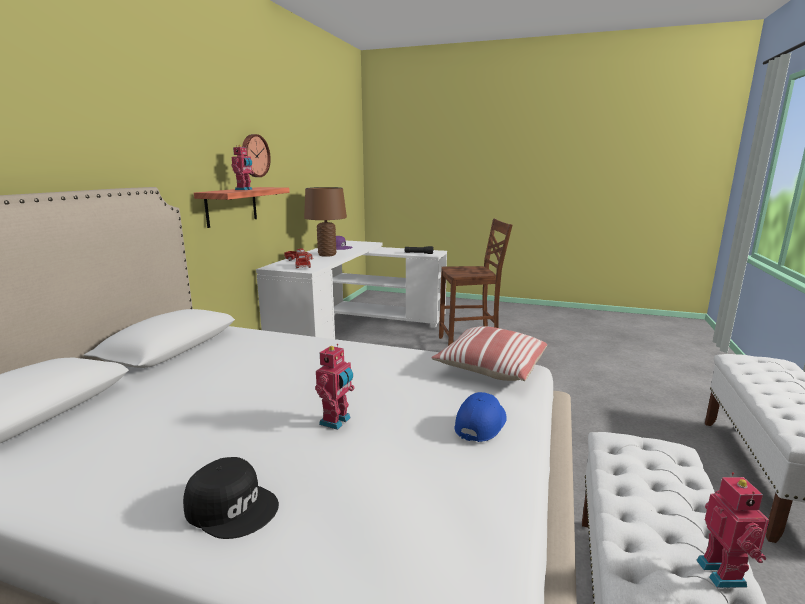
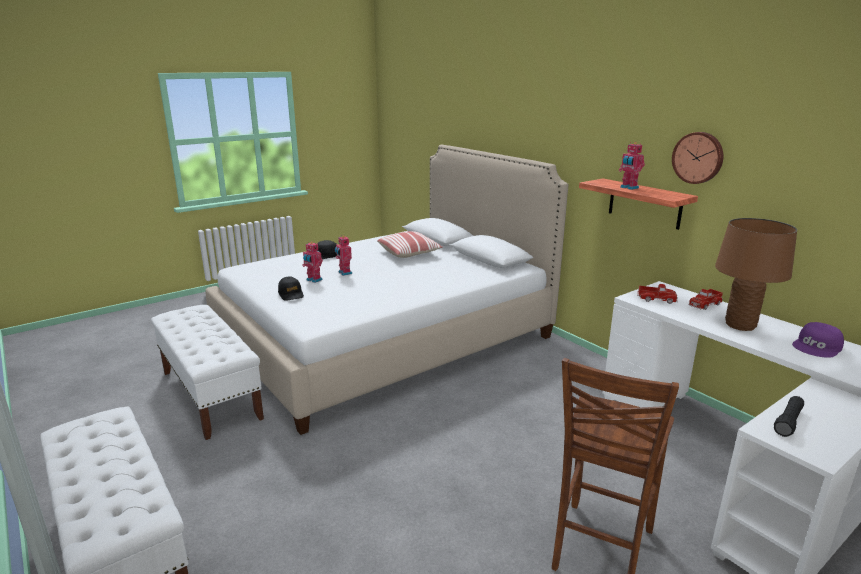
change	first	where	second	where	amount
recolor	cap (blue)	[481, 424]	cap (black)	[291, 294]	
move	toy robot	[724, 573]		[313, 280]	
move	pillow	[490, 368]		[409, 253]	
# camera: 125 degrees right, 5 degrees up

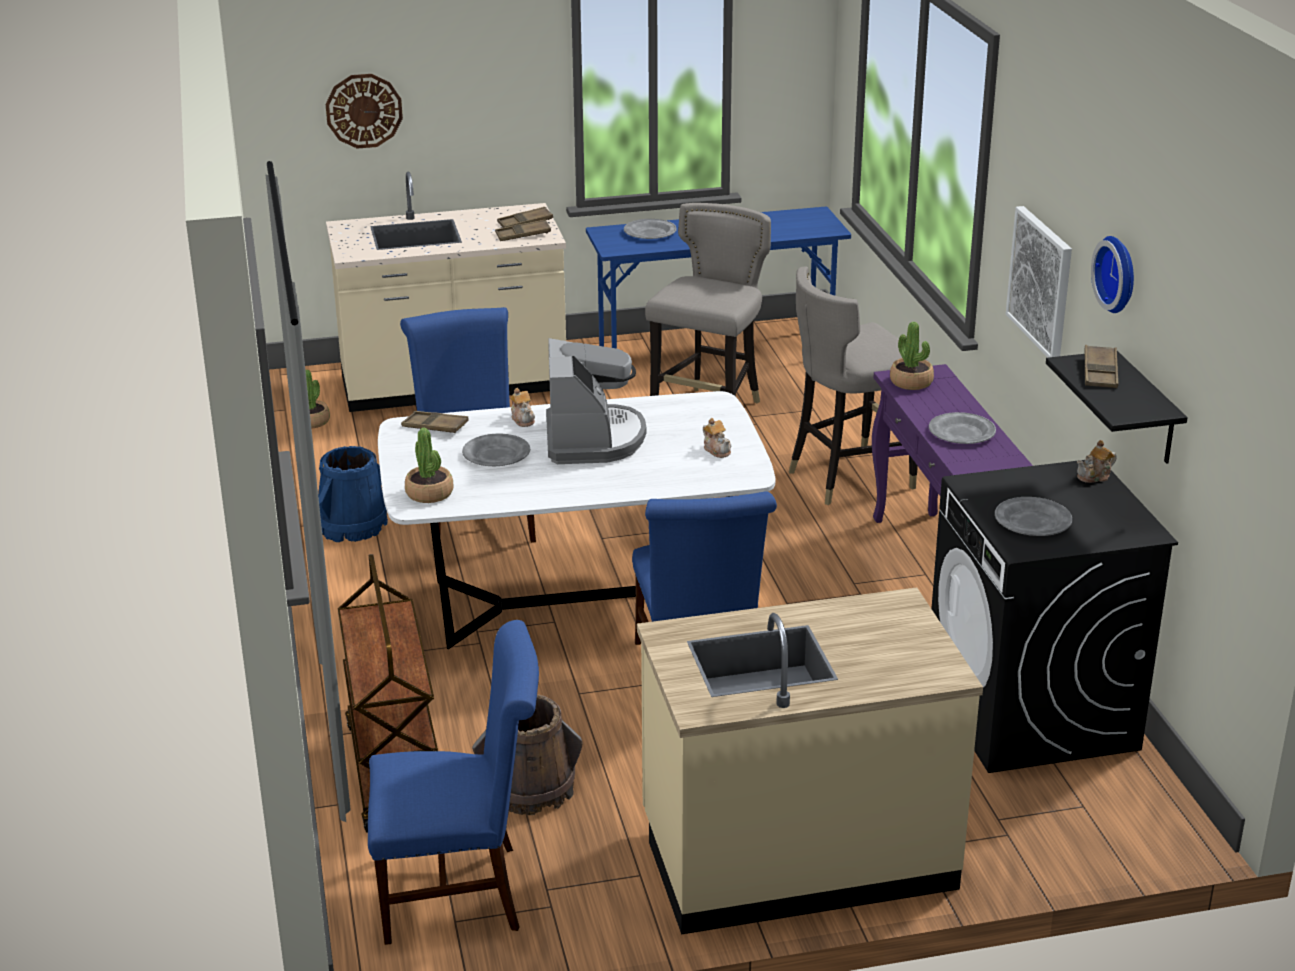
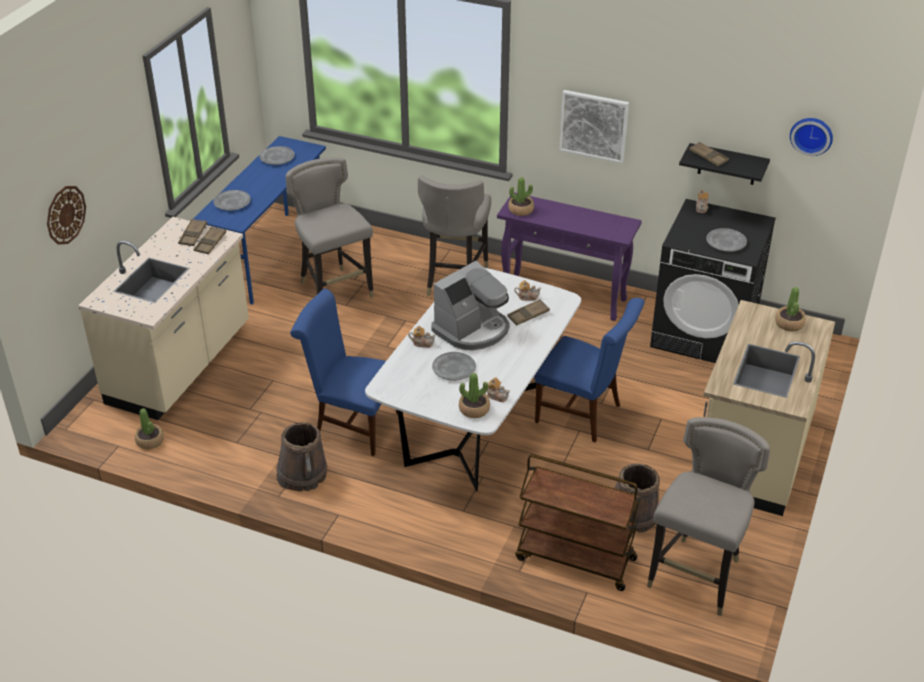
change	first	where	second	where	amount
move	plate (grey)	[962, 433]		[277, 157]	
recolor	bucket (blue)	[351, 525]	bucket (brown)	[302, 474]	
rotate	coffee machine	[593, 439]		[472, 330]	105 degrees clockwise
insert			teapot	[497, 396]	
move	tray (brown)	[435, 426]		[528, 315]	
replace	chair (blue)	[462, 891]	stool (grey)	[697, 575]	
insert			potted plant	[789, 323]	
move	wall clock	[1119, 274]		[811, 135]	
# camera: 55 degrees left, 10 degrees up

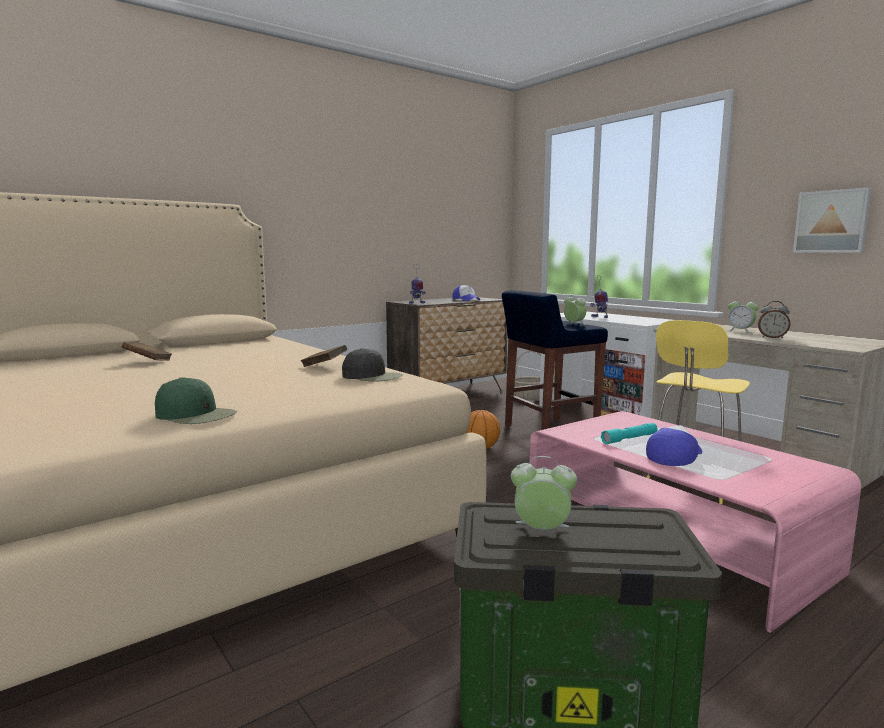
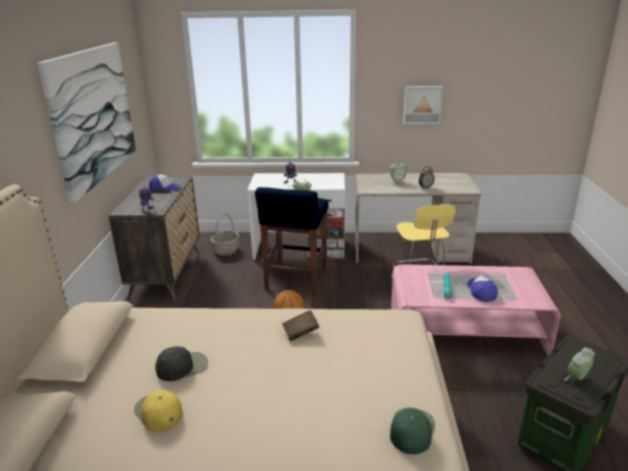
change	first	where	second	where	amount
insert			picture	[93, 115]	
replace	book (brown)	[148, 361]	cap (yellow)	[158, 411]	
move	cap (black)	[372, 376]		[183, 366]	
rotate	cap (green)	[196, 415]		[411, 430]	45 degrees counterclockwise
# camera: 50 degrees left, 15 degrees up

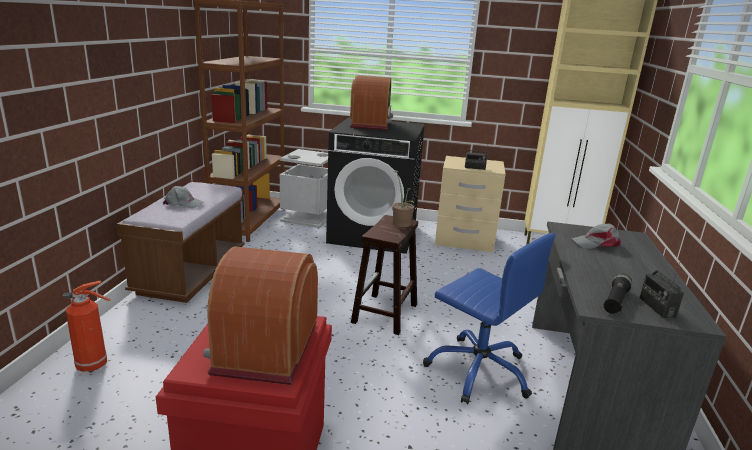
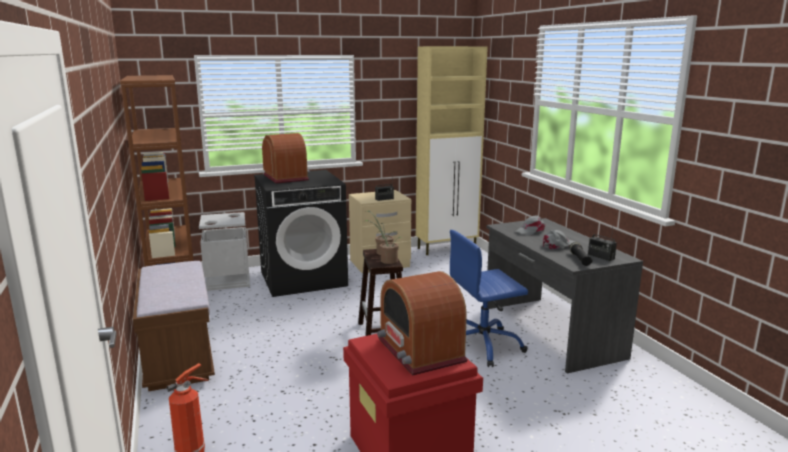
change	first	where	second	where	amount
insert			potted plant	[386, 260]	
rotate	office chair (blue)	[479, 370]		[483, 346]	150 degrees clockwise
move	cap (grey)	[183, 203]		[558, 245]	
# camera: 30 degrees left, 5 degrees down

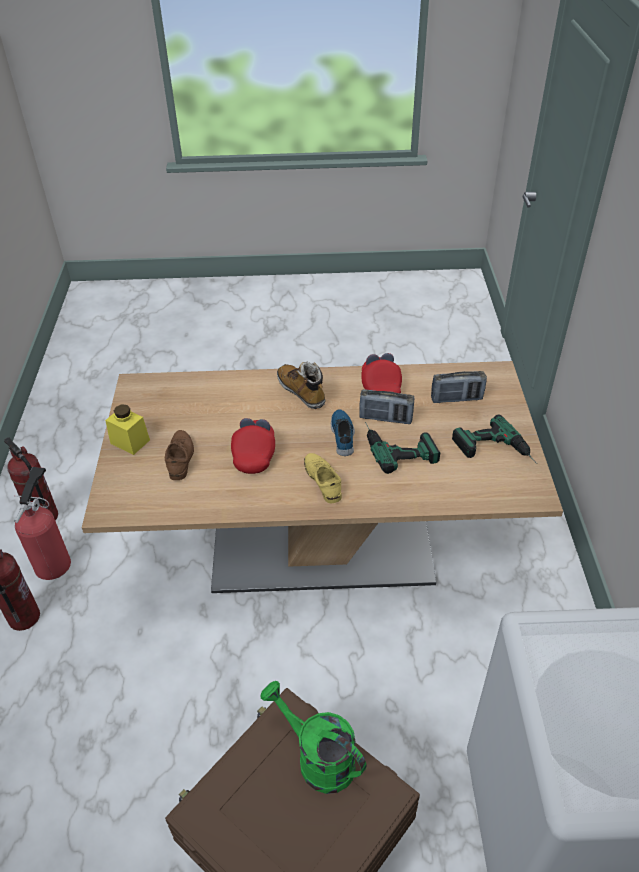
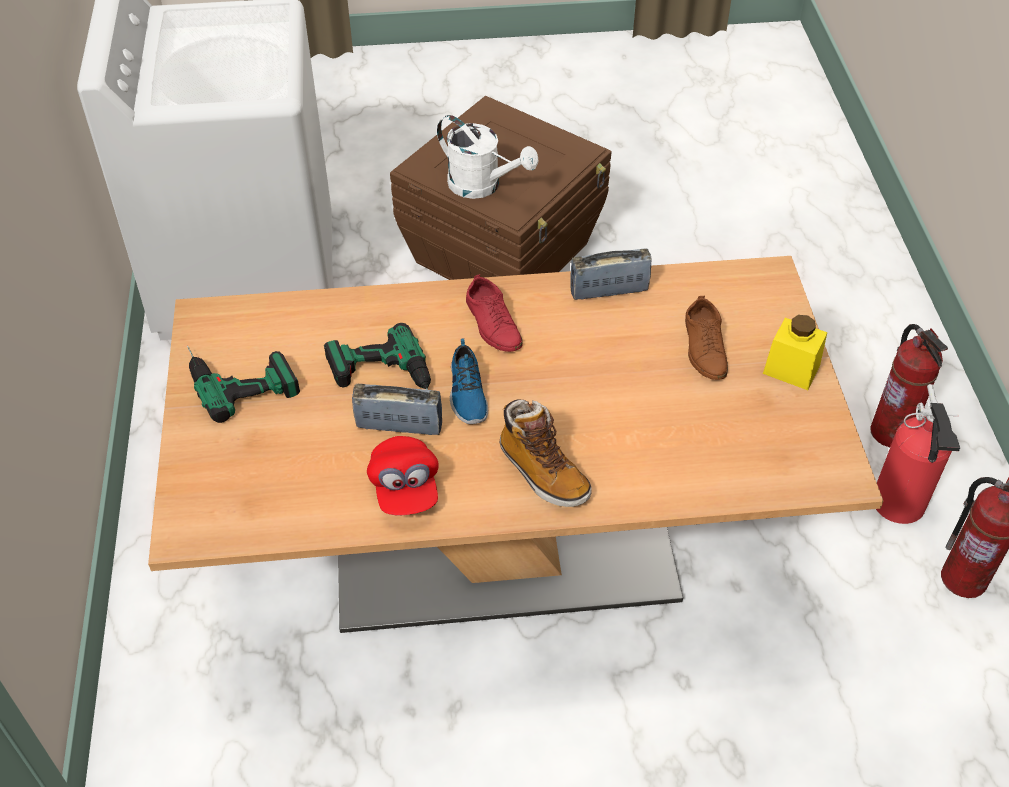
change	first	where	second	where	amount
recolor	watering can (green)	[317, 758]	watering can (white)	[482, 186]	
recolor	shoe (yellow)	[323, 480]	shoe (red)	[493, 324]	
move	radio	[456, 399]		[609, 291]	
delete	cap (red)	[254, 454]			
# camera: 175 degrees right, 5 degrees up

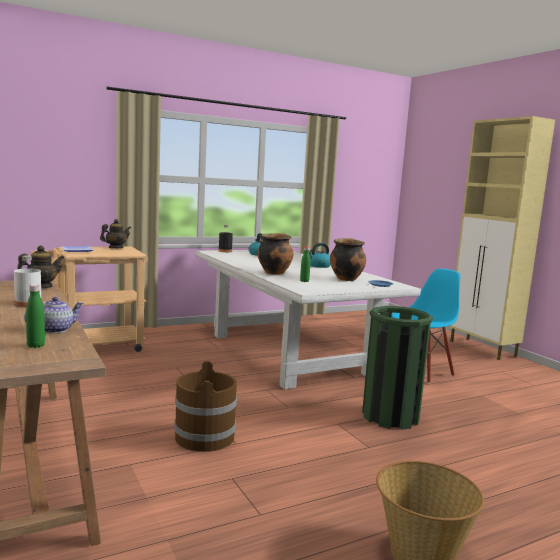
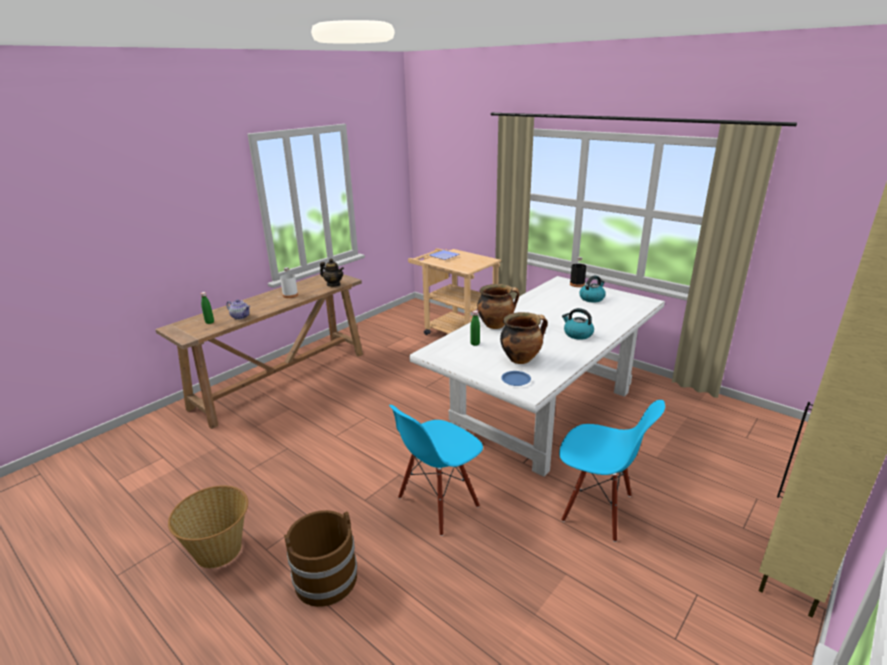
change	first	where	second	where	amount
move	bucket (brown)	[204, 436]		[326, 578]	
replace	trash can (green)	[390, 416]	chair (blue)	[438, 503]	
delete	teapot	[115, 248]			
# camera: 70 degrees right, 15 degrees up

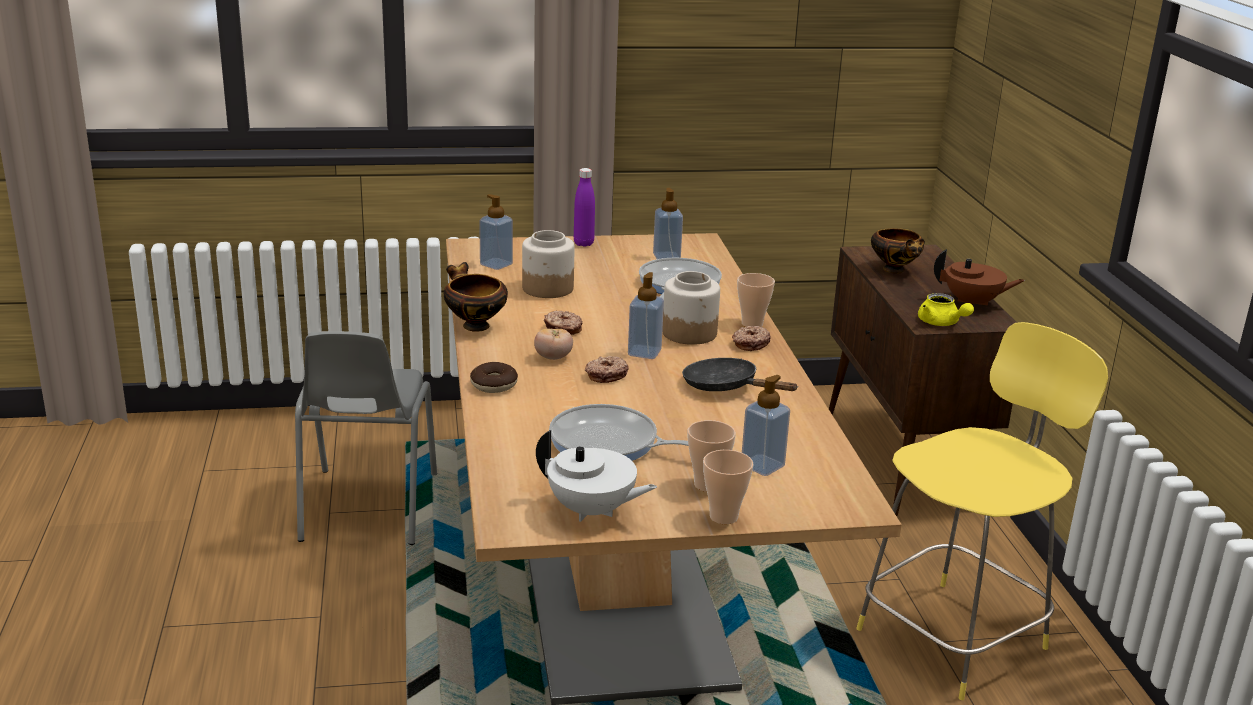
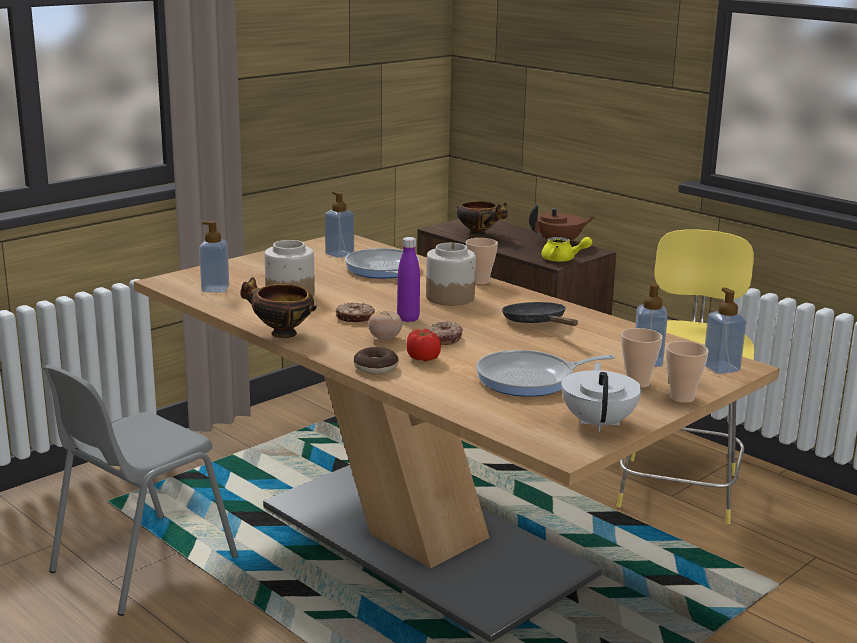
change	first	where	second	where	amount
rotate	chair (grey)	[366, 507]		[141, 564]	75 degrees clockwise
move	bottle (purple)	[583, 243]		[408, 319]	
insert			tomato	[423, 358]	
rotate	frying pan (black)	[726, 387]		[537, 323]	60 degrees clockwise
rotate	teapot (white)	[592, 511]		[599, 423]	75 degrees counterclockwise
move	soap dispenser	[644, 352]		[721, 368]	
delete	donut	[750, 344]			
# camera: 35 degrees left, 5 degrees down

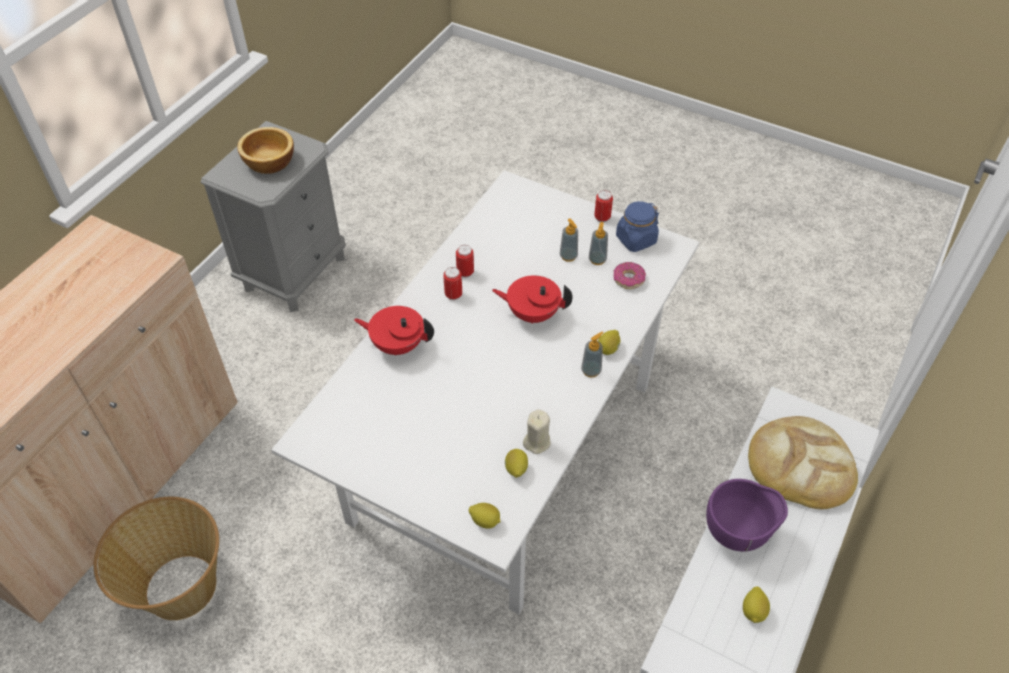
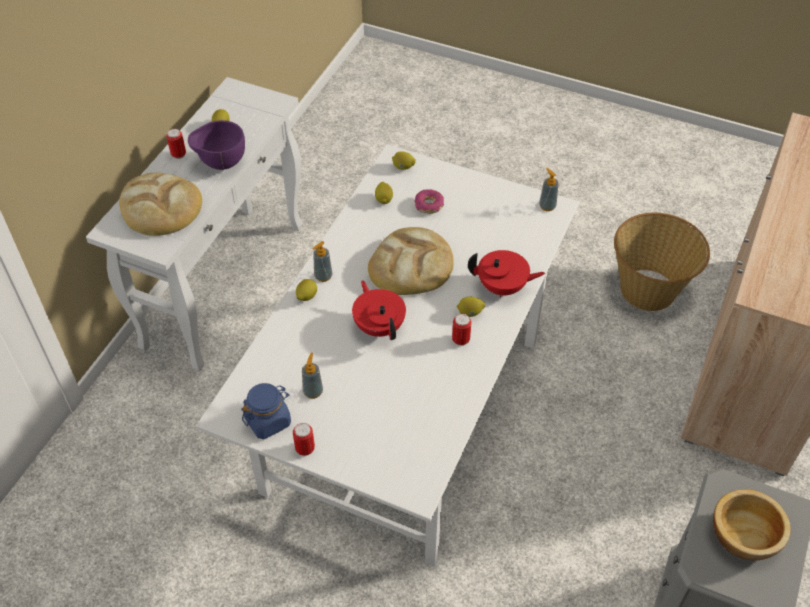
change	first	where	second	where	amount
move	can	[465, 272]		[178, 155]	
rotate	teapot (red)	[532, 313]		[379, 326]	120 degrees counterclockwise
insert			bread	[411, 265]	
move	donut	[628, 279]		[429, 205]	
insert			lemon	[470, 313]	
move	soap dispenser	[568, 256]		[547, 206]	
delete	candle (beige)	[537, 442]			
# camera: 175 degrees right, 0 degrees up

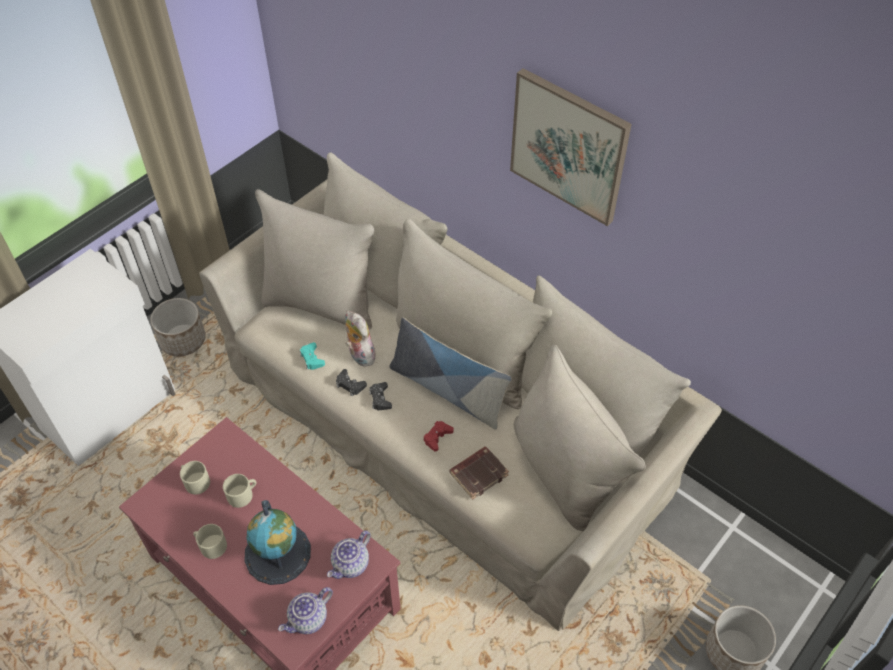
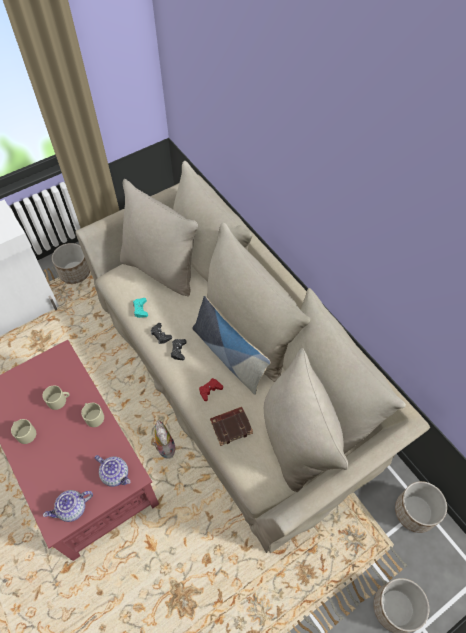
change	first	where	second	where	amount
move	mug (beige)	[195, 481]		[93, 416]	
rotate	teapot	[351, 564]		[116, 474]	105 degrees counterclockwise
move	plush toy	[359, 355]		[164, 447]	
insert			planter	[415, 512]	
delete	globe	[278, 553]			
delete	picture	[569, 146]			
# camera: 15 degrees right, 5 degrees up

